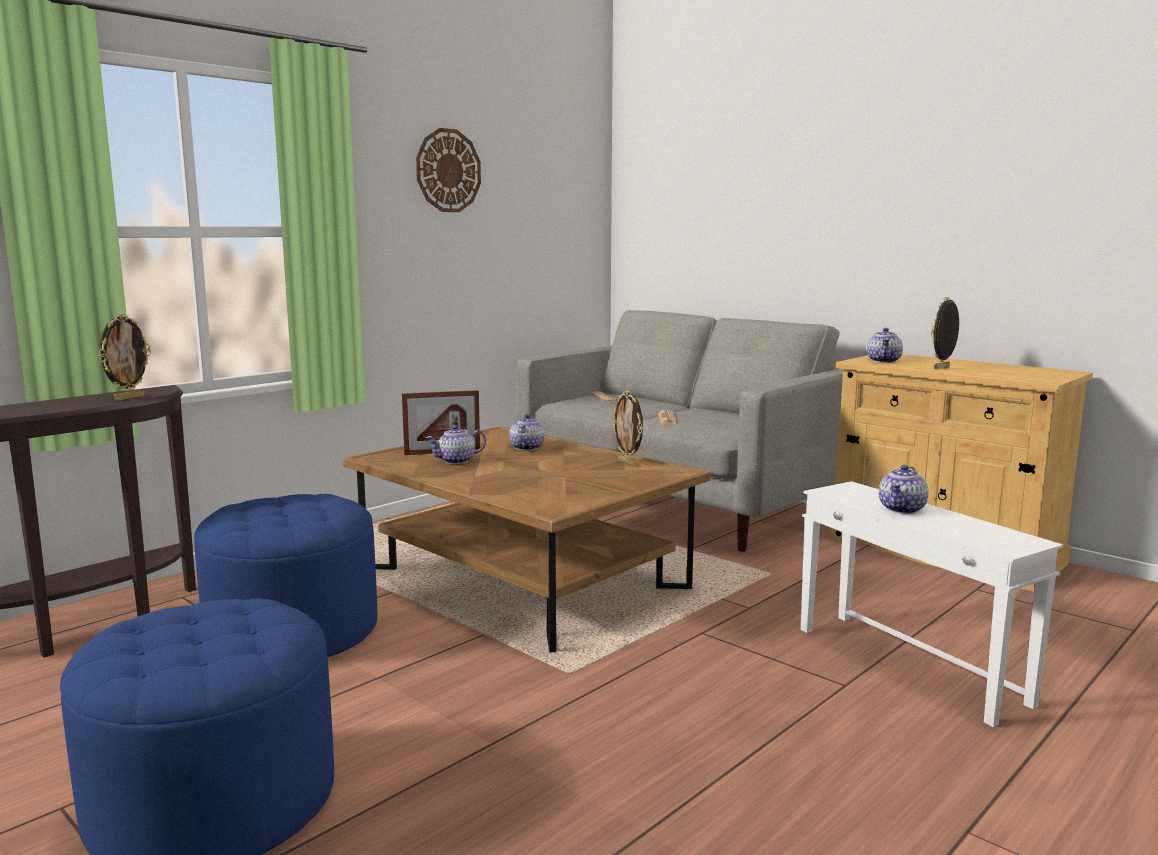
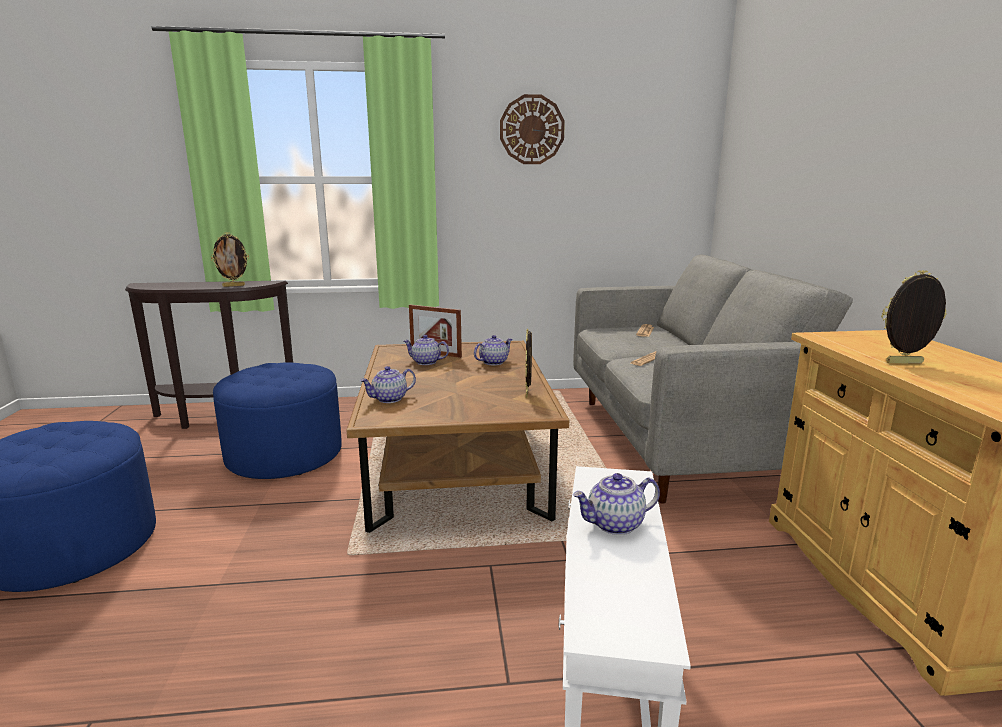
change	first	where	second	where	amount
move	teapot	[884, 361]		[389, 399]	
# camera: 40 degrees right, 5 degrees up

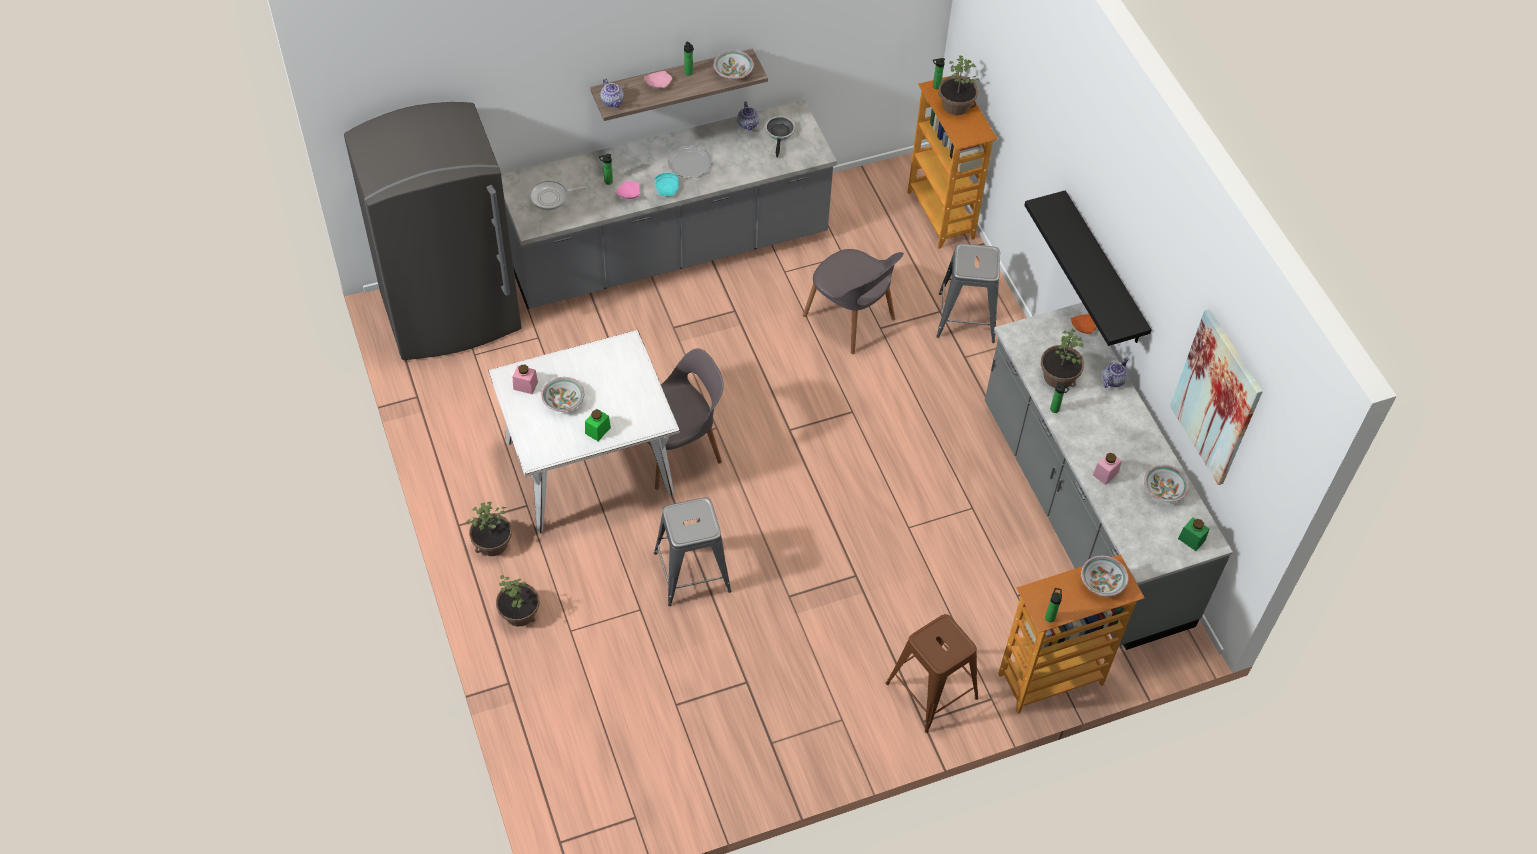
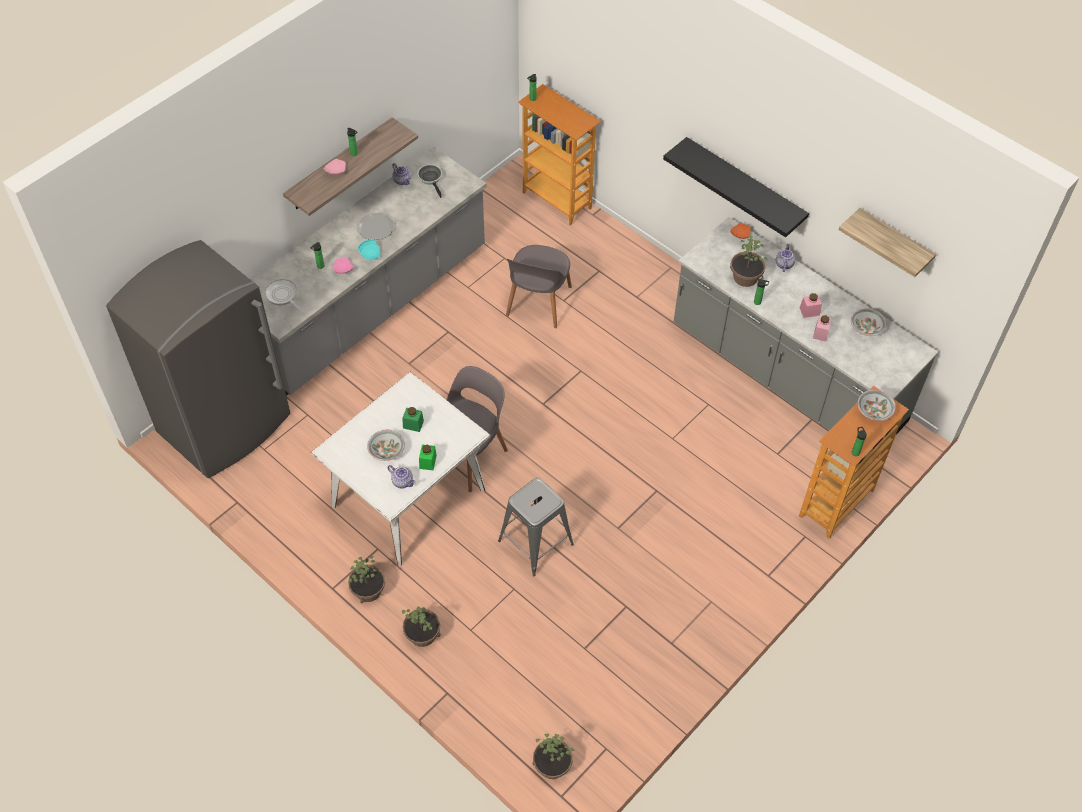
change	first	where	second	where	amount
rotate	frying pan	[551, 197]		[283, 295]	90 degrees clockwise
move	teapot	[613, 101]		[403, 481]	
move	jar (green)	[1191, 539]		[413, 424]	
rotate	chair (grey)	[850, 319]		[538, 303]	90 degrees clockwise
move	potted plant	[955, 105]		[552, 766]	
move	jar (pink)	[525, 385]		[809, 311]	
replace	picture	[1216, 398]	shelf	[893, 241]	
delete	bowl	[733, 72]			
delete	stool (brown)	[931, 690]			
delete	stool (grey)	[966, 318]			
# camera: 25 degrees left, 0 degrees up

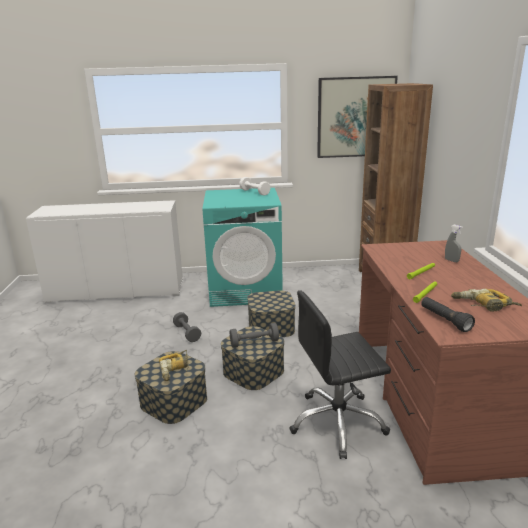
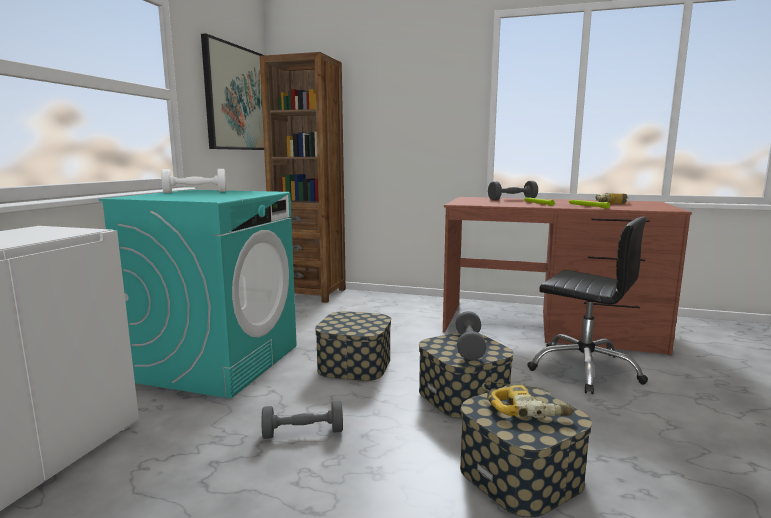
change	first	where	second	where	amount
replace	spray bottle (grey)	[451, 260]	dumbbell (grey)	[512, 199]	
rotate	office chair (black)	[337, 423]		[584, 369]	60 degrees counterclockwise
delete	flashlight (black)	[444, 320]			
# camera: 70 degrees left, 10 degrees down

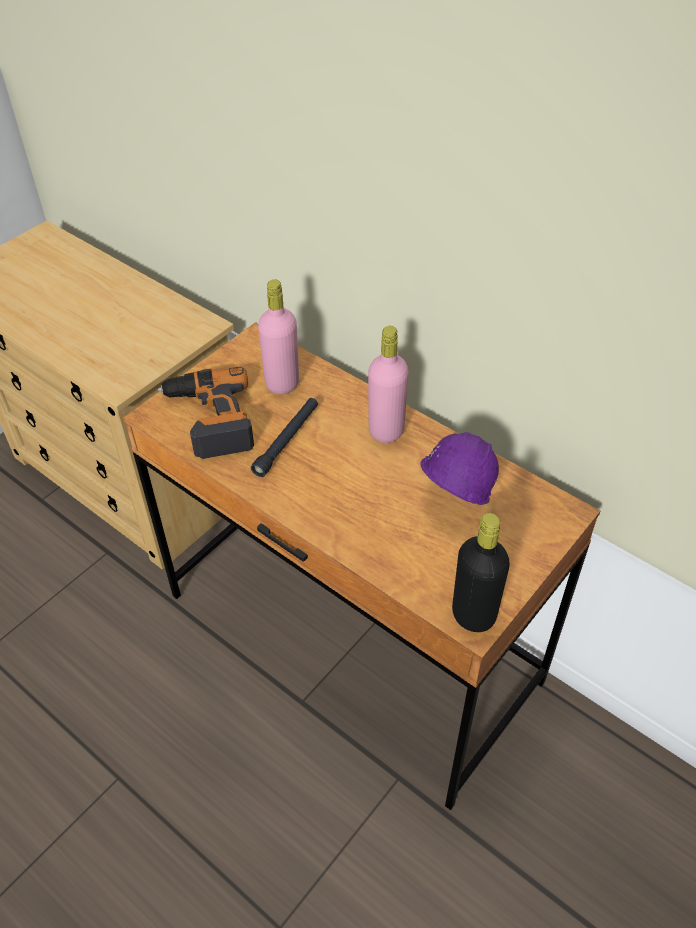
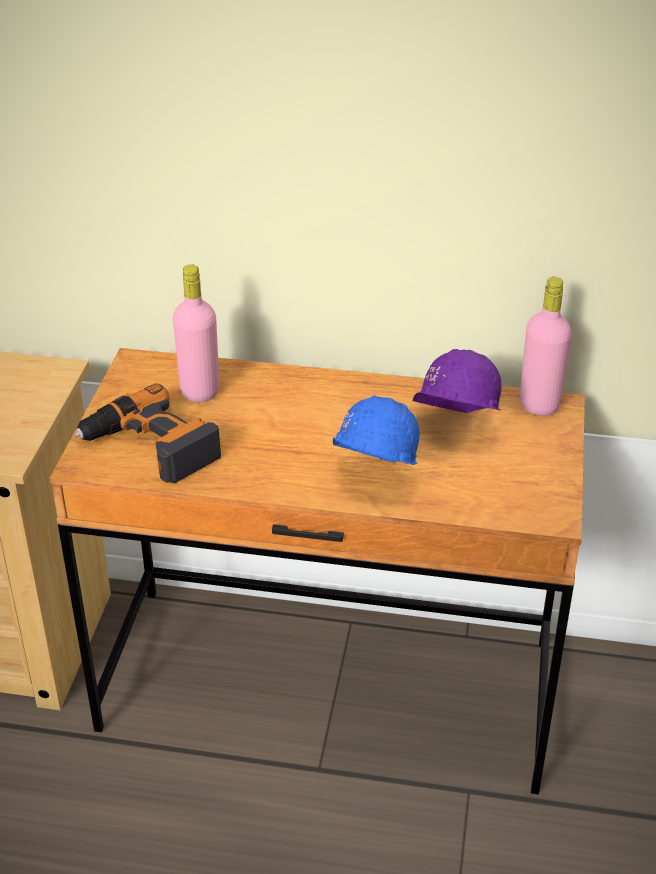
change	first	where	second	where	amount
insert			hard hat (blue)	[371, 481]	
move	bottle (pink)	[386, 430]		[539, 405]	
delete	flashlight (black)	[287, 440]			
delete	bottle (black)	[473, 615]			
# camera: 30 degrees left, 10 degrees down

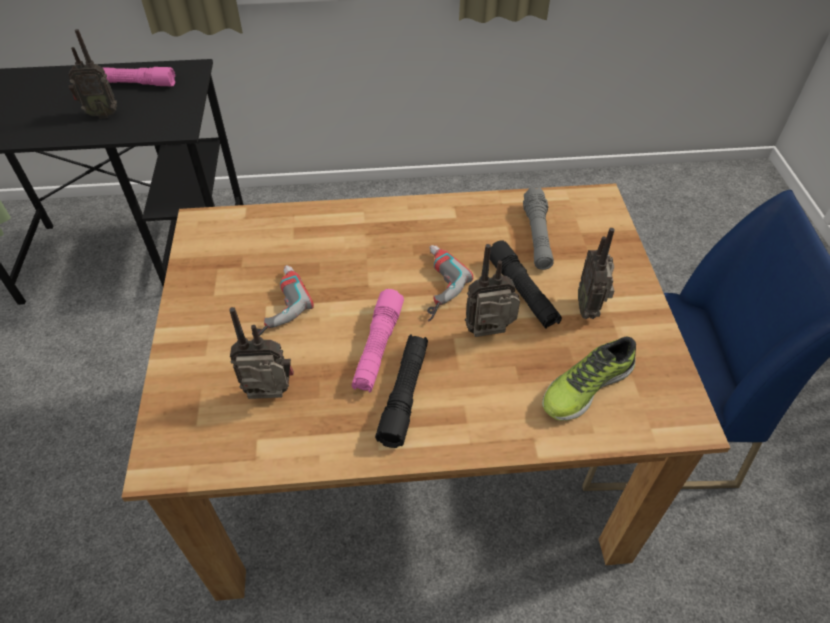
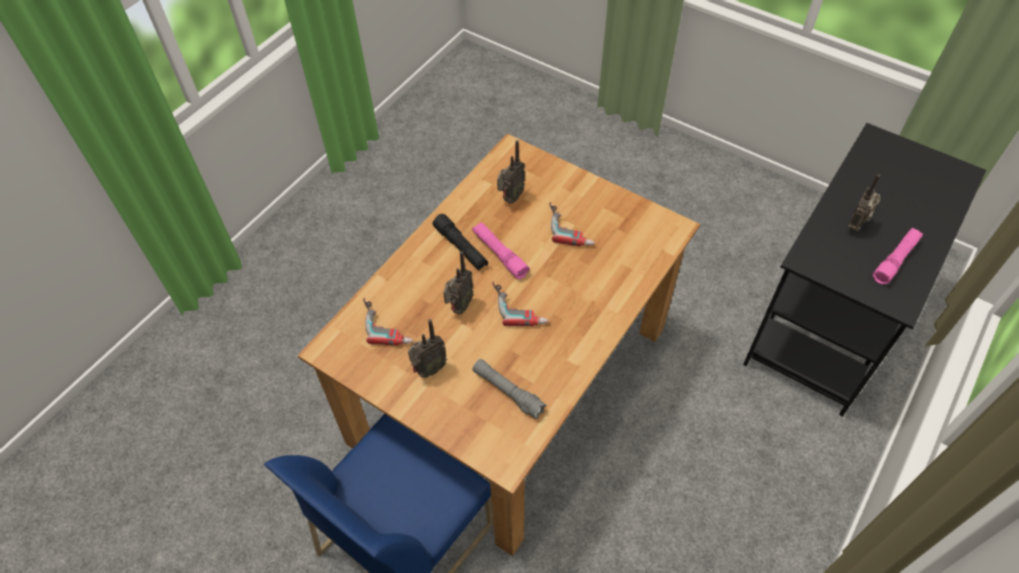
change	first	where	second	where	amount
replace	shoe	[585, 386]	power drill	[388, 323]	
rotate	radio	[589, 308]		[428, 369]	105 degrees clockwise
delete	flashlight (black)	[522, 292]			
# camera: 130 degrees right, 5 degrees up

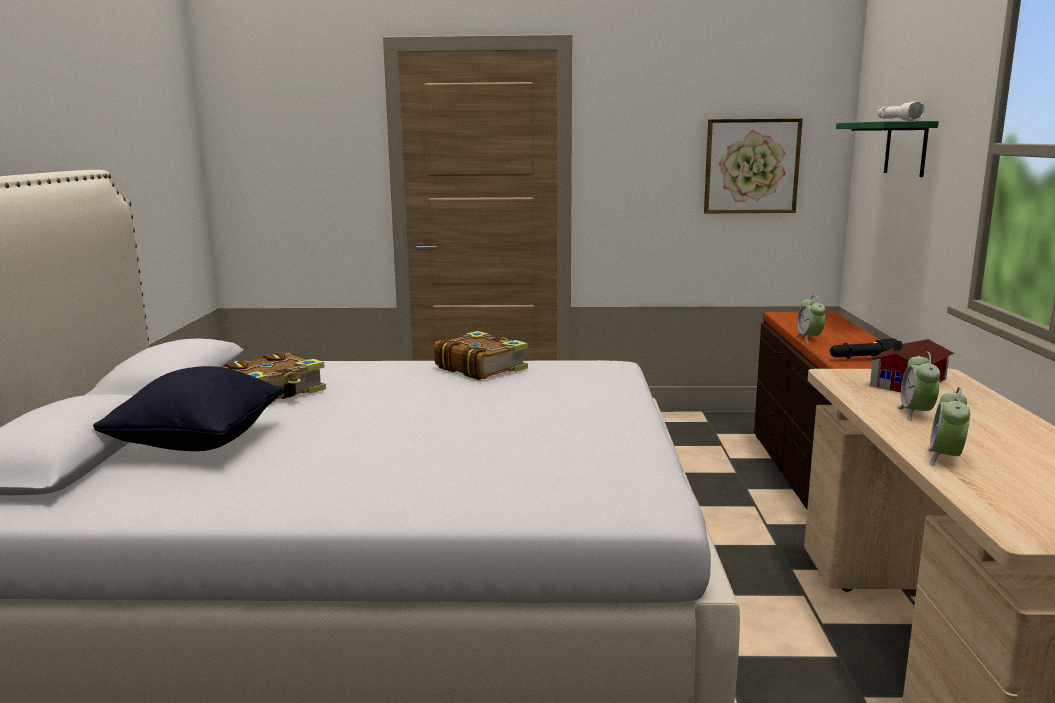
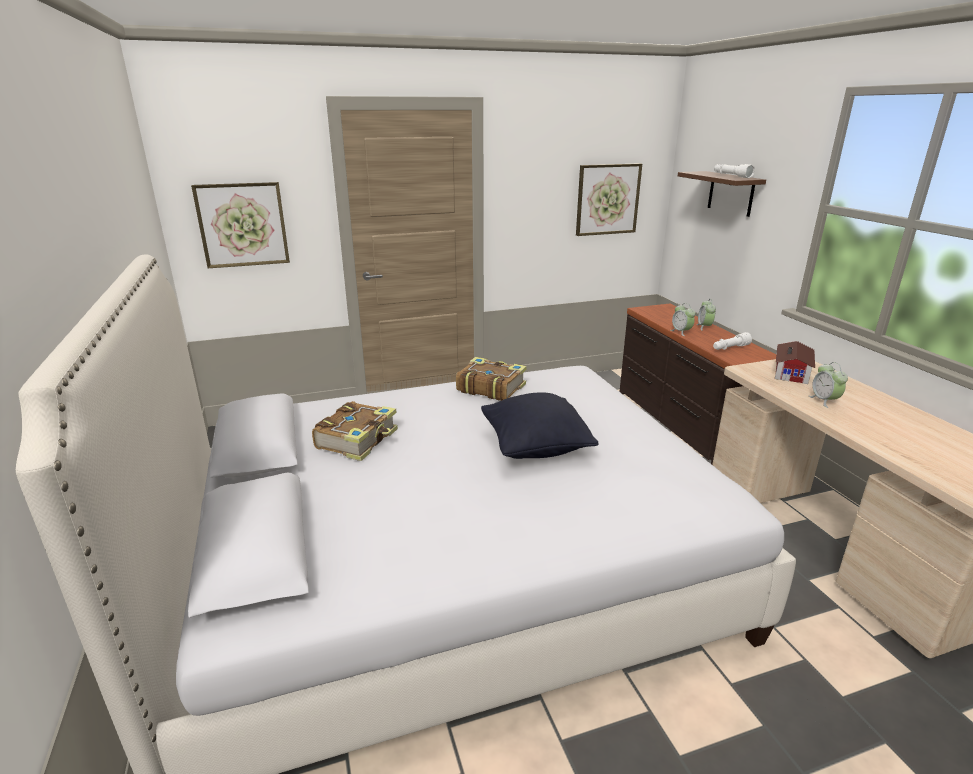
change	first	where	second	where	amount
insert			picture	[242, 225]	
move	pillow (black)	[199, 443]		[535, 448]	
recolor	shelf (green)	[906, 148]	shelf (brown)	[731, 193]	
move	alarm clock	[945, 458]		[704, 327]	
recolor	flashlight (black)	[862, 359]	flashlight (white)	[730, 348]	
# camera: 20 degrees left, 10 degrees up

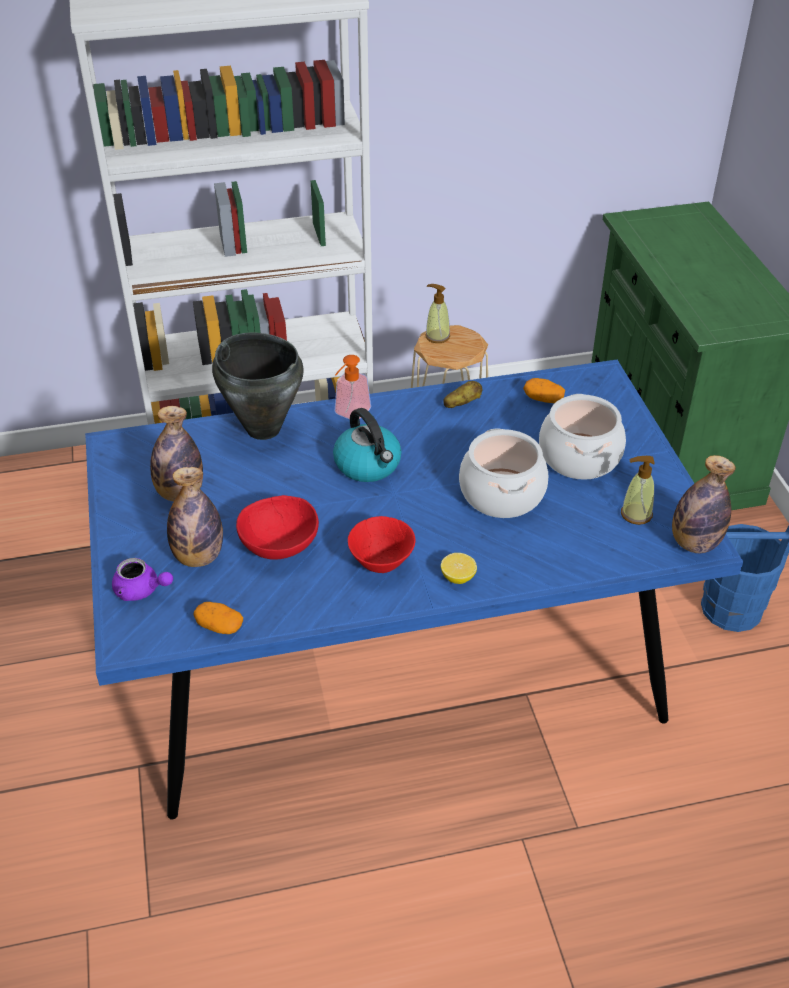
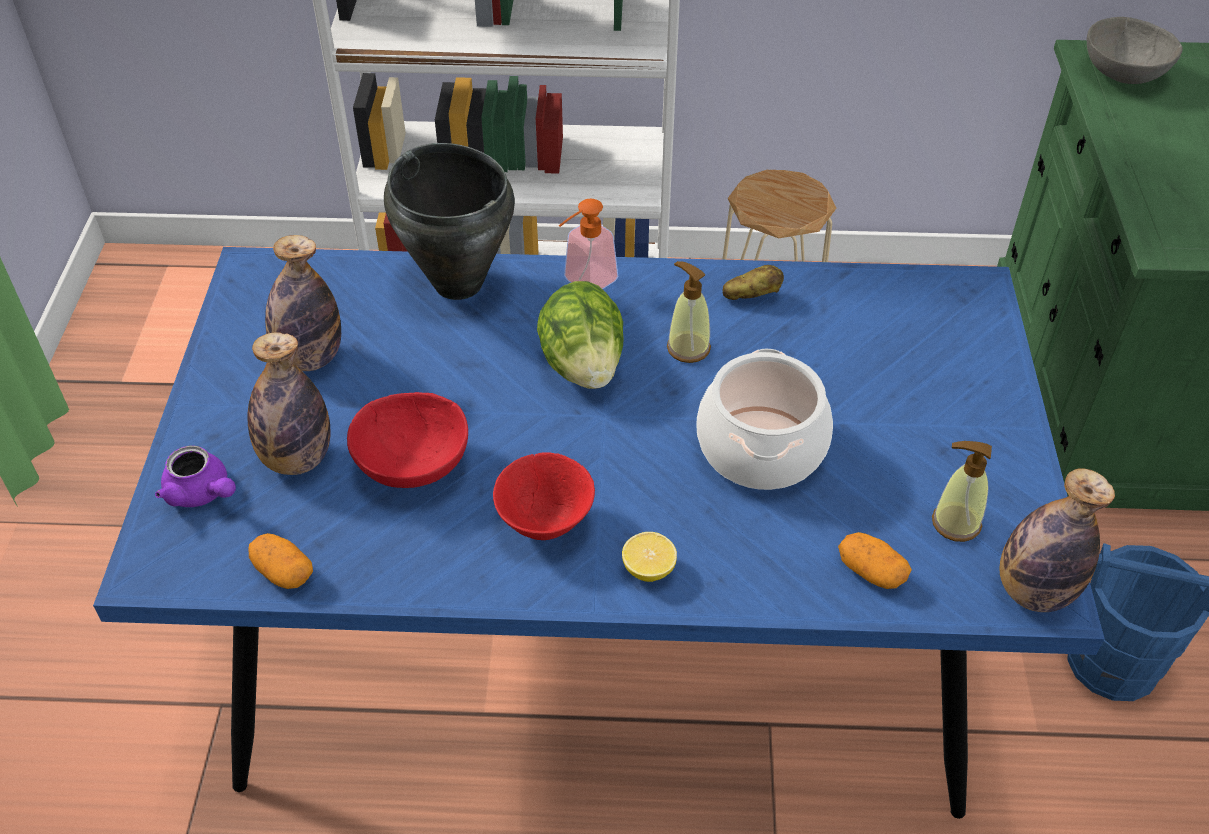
change	first	where	second	where	amount
replace	kettle	[368, 465]	lettuce	[583, 365]	
move	soap dispenser	[437, 336]		[688, 348]	
move	potato	[543, 399]		[871, 571]	
insert			bowl (grey)	[1121, 74]	
delete	cooking pot	[579, 456]			
# camera: 15 degrees right, 5 degrees up

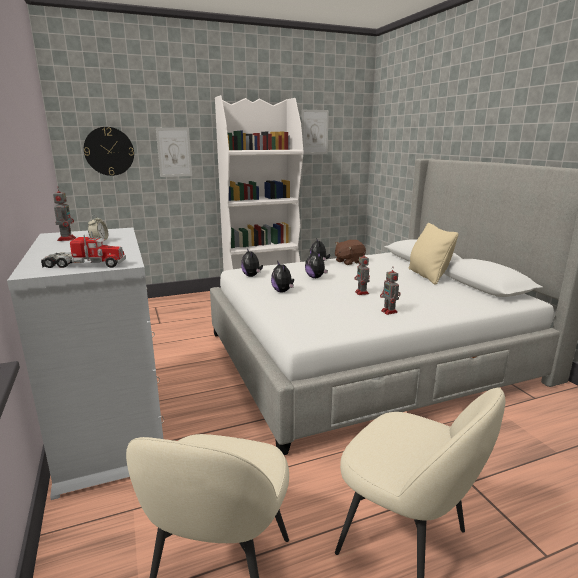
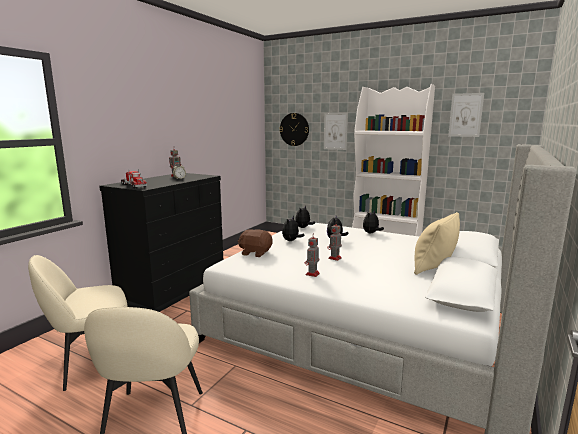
change	first	where	second	where	amount
recolor	dresser (white)	[111, 425]	dresser (black)	[173, 289]	
move	plush toy (brown)	[349, 262]		[255, 253]	
# camera: 50 degrees right, 5 degrees down

